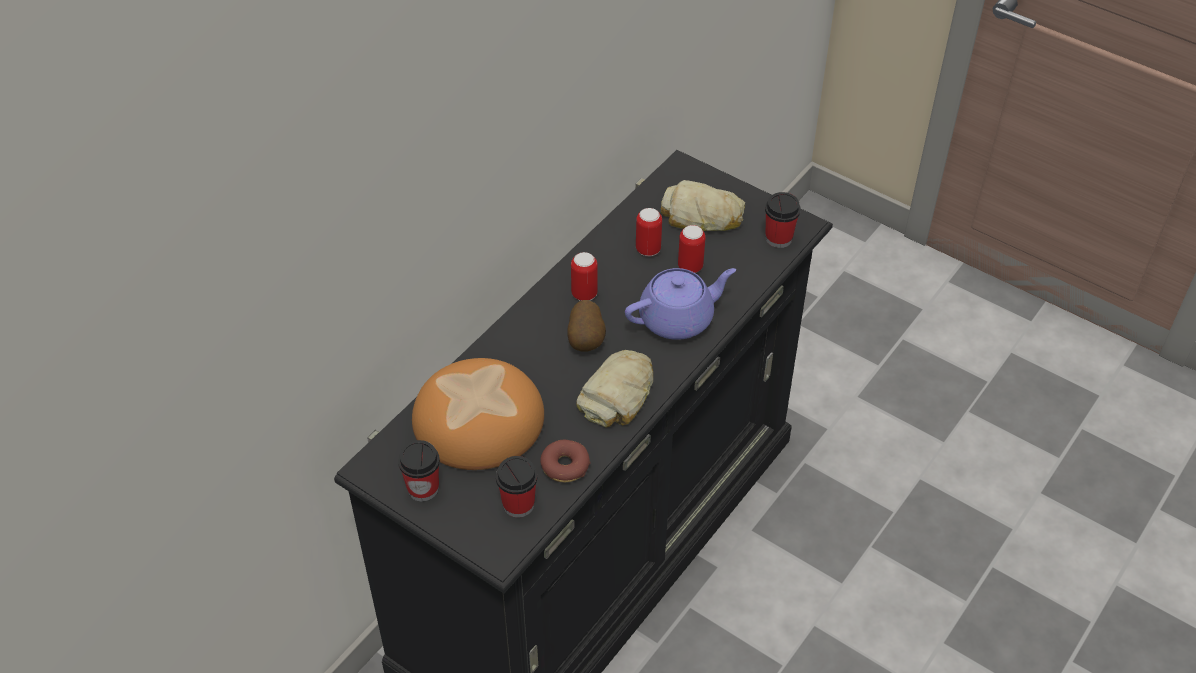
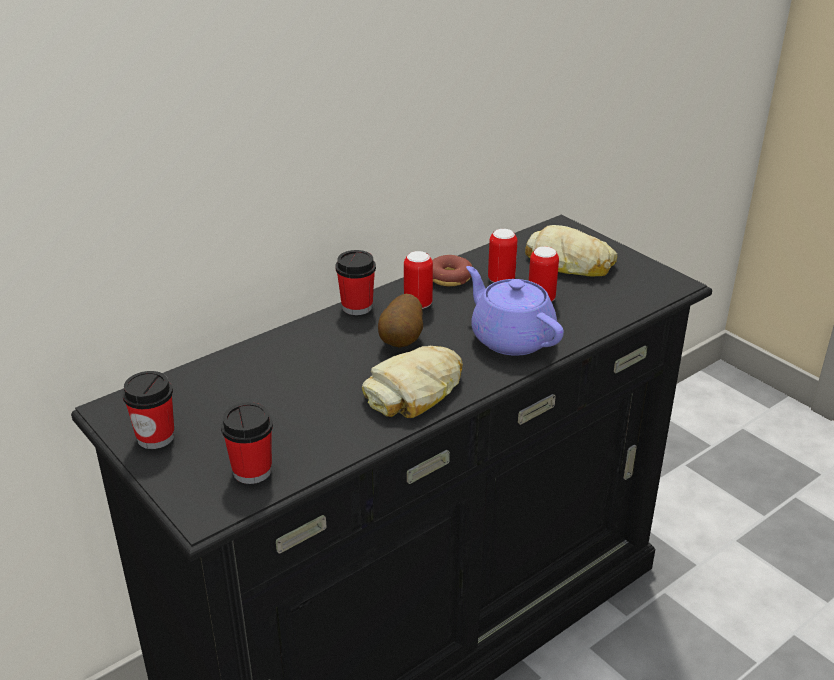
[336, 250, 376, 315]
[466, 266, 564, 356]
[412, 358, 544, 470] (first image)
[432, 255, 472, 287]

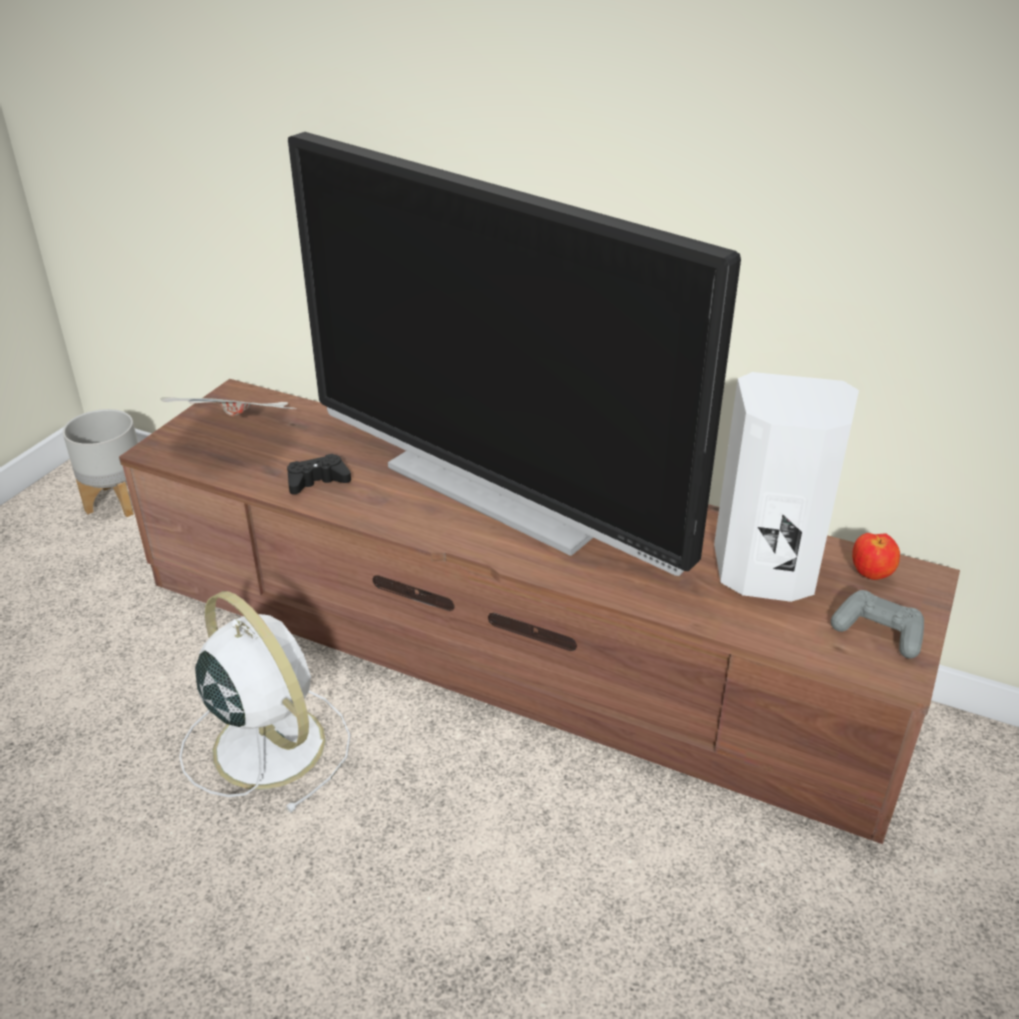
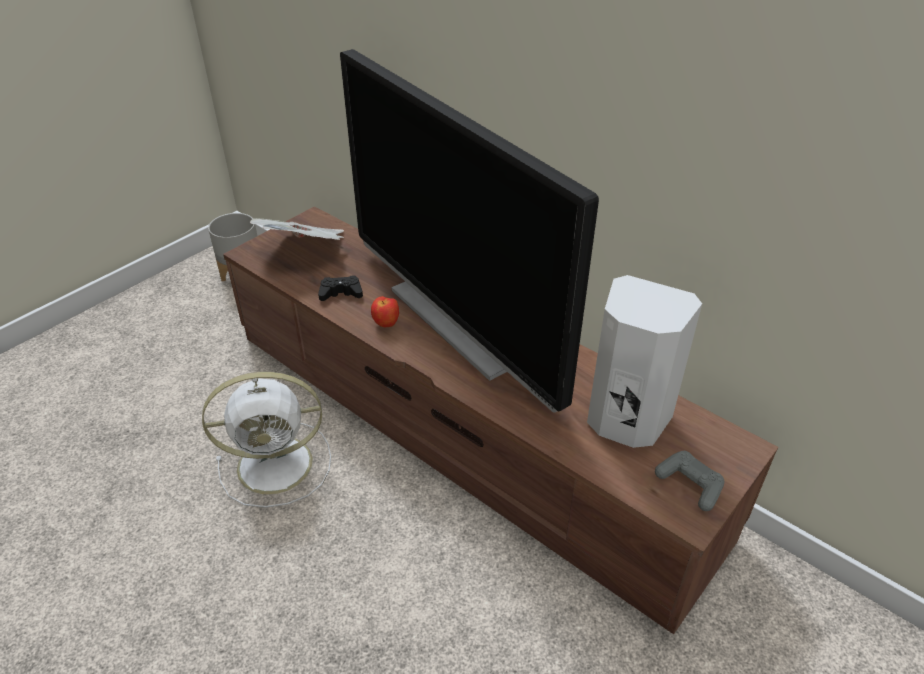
[371, 296, 399, 327]
[202, 372, 331, 508]

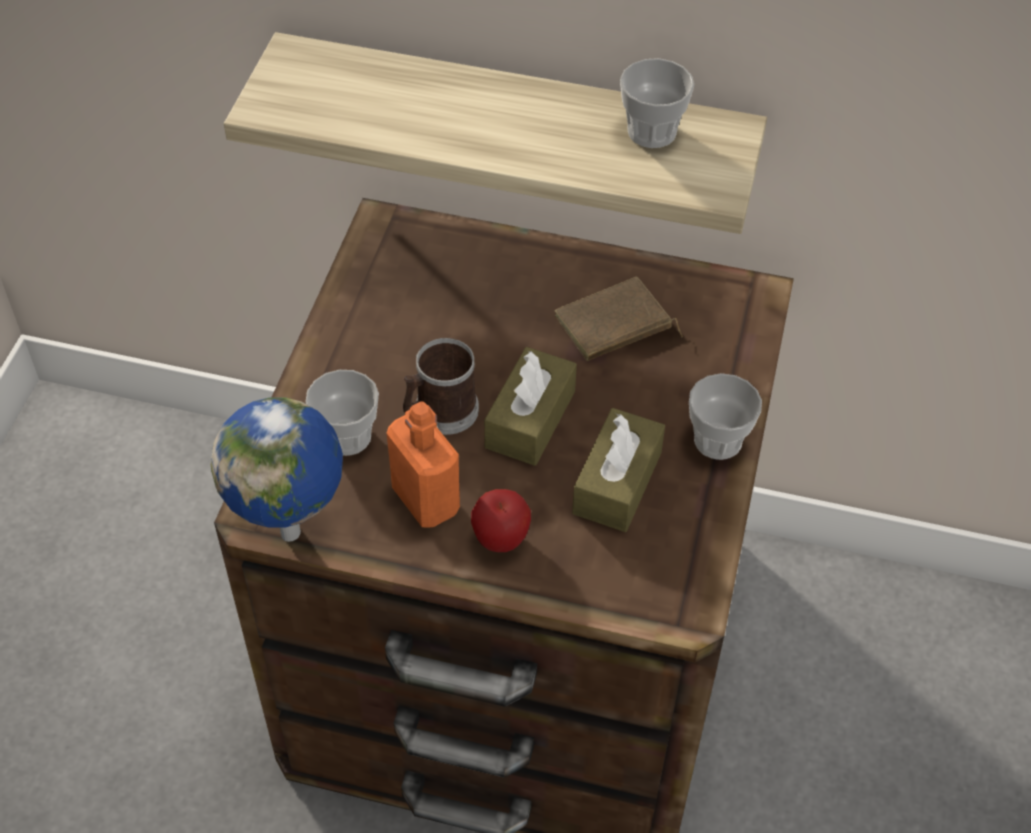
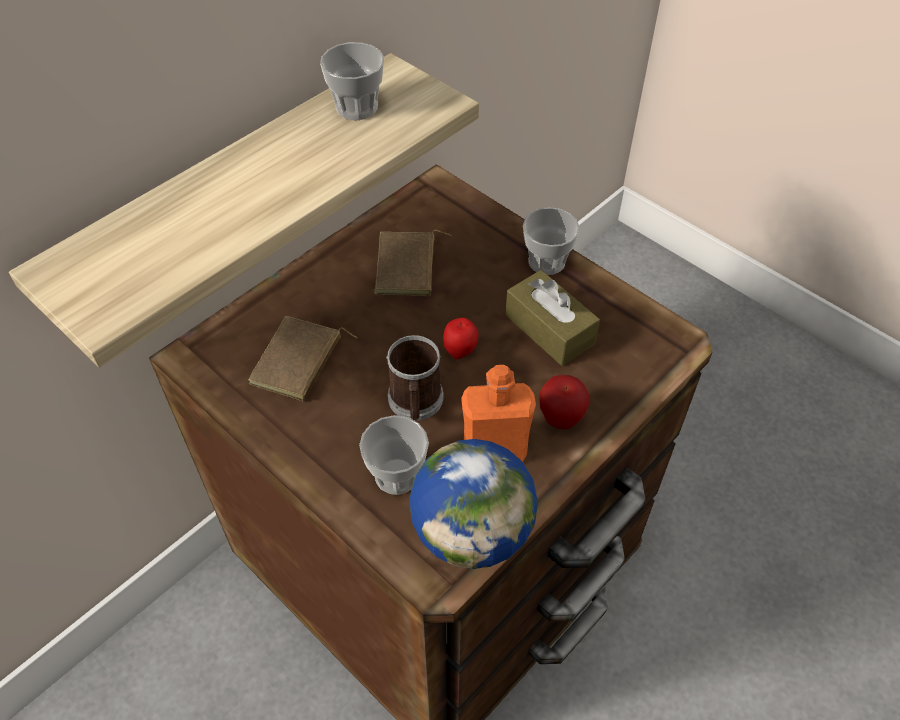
[443, 318, 478, 360]
[248, 316, 358, 401]

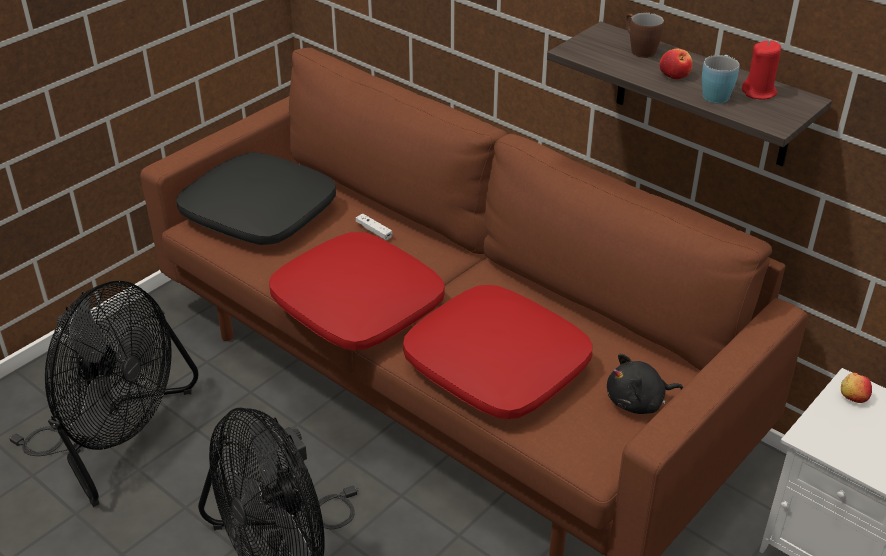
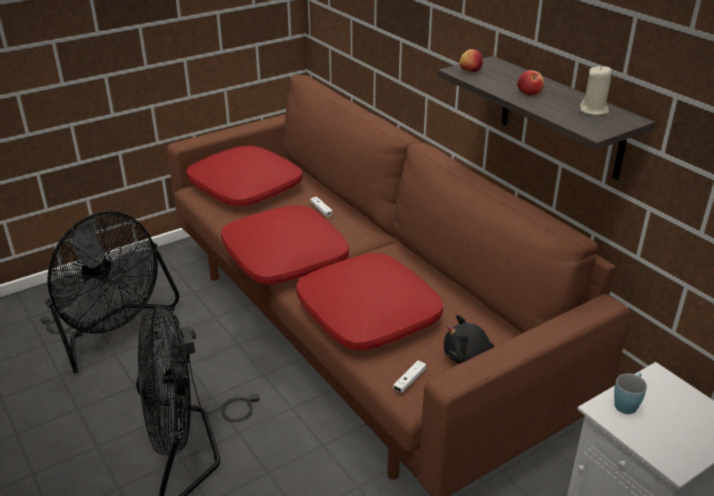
[625, 13, 664, 58] (first image)
[580, 65, 612, 115]
[614, 373, 647, 414]
[187, 145, 302, 206]
[459, 49, 483, 72]
[393, 360, 426, 393]

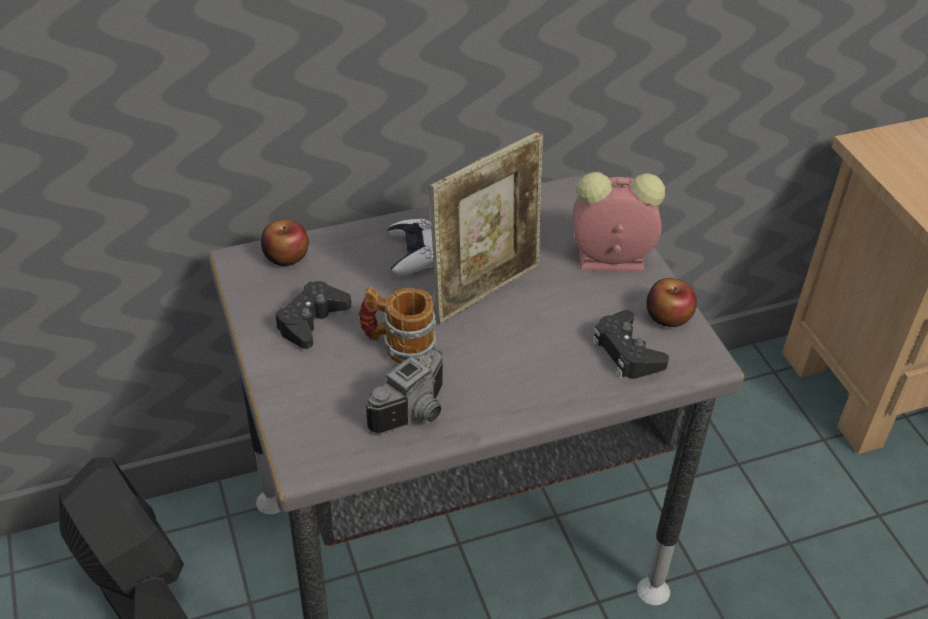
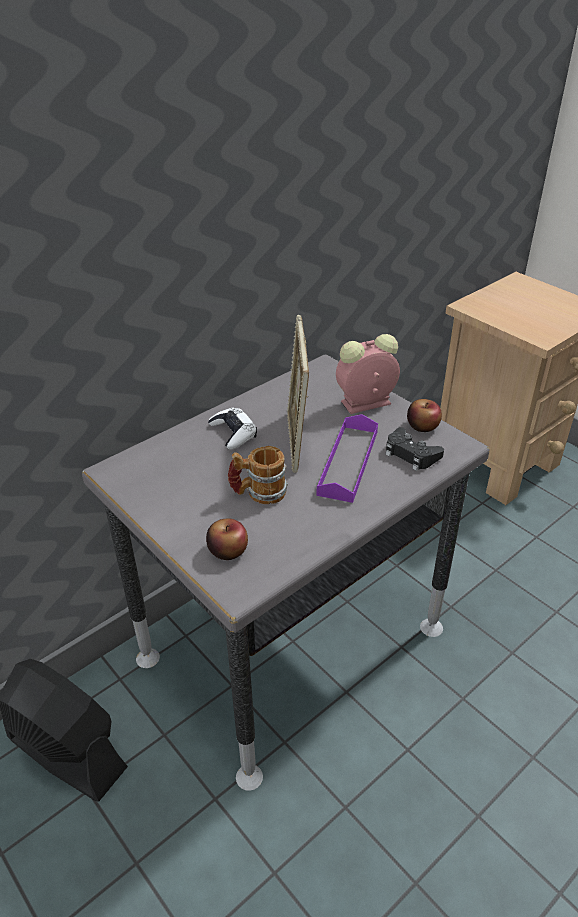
[287, 315, 309, 473]
[206, 519, 248, 560]
[275, 281, 351, 349] (first image)
[366, 349, 443, 434] (first image)
[317, 414, 378, 503]

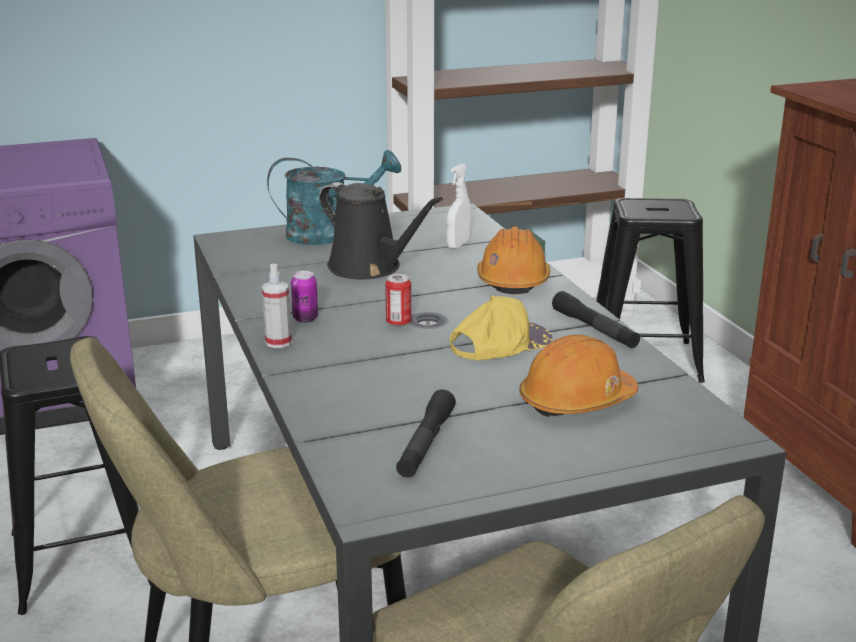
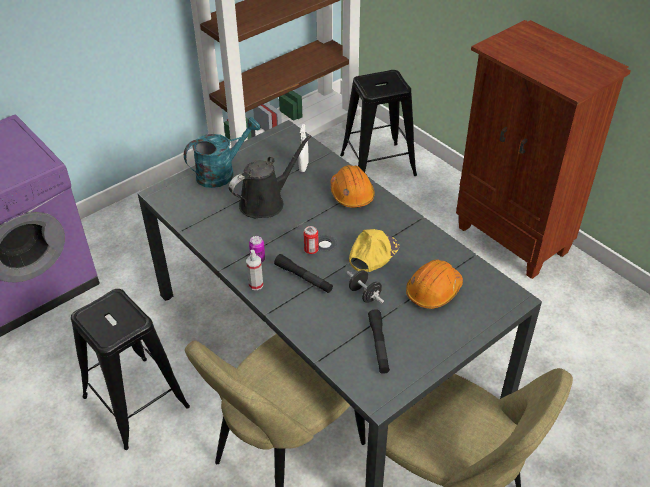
[229, 135, 312, 218]
[274, 254, 333, 293]
[347, 270, 384, 303]

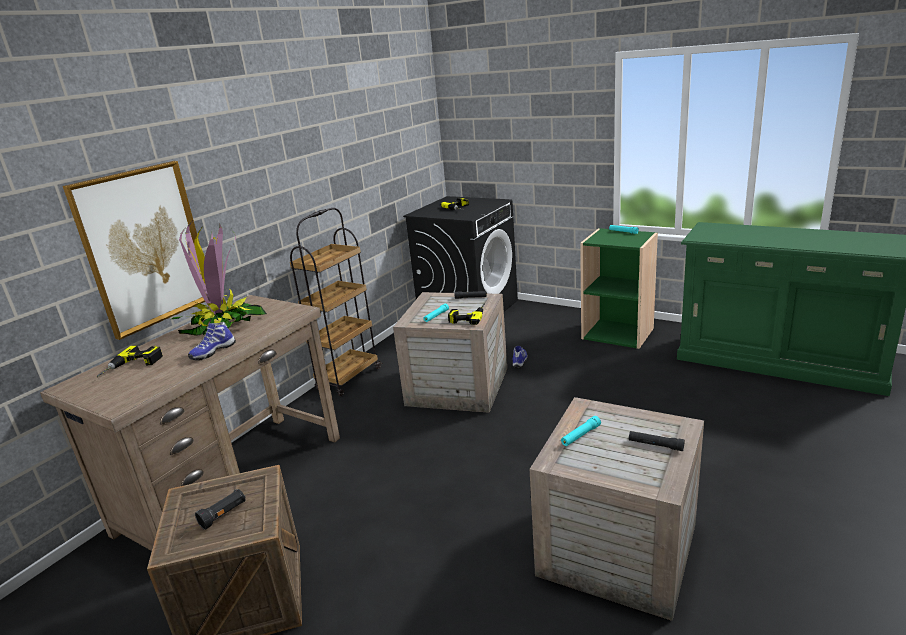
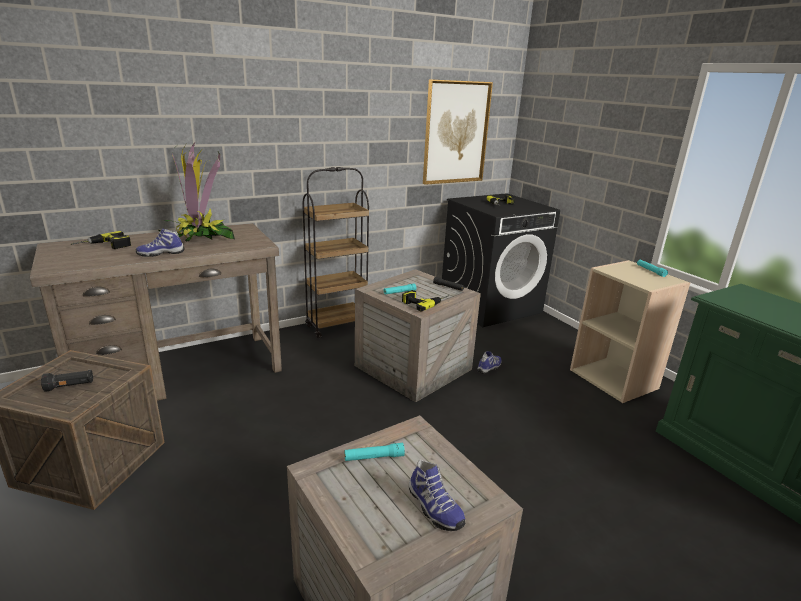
[423, 79, 493, 185]
[570, 260, 690, 403]
[409, 460, 465, 531]

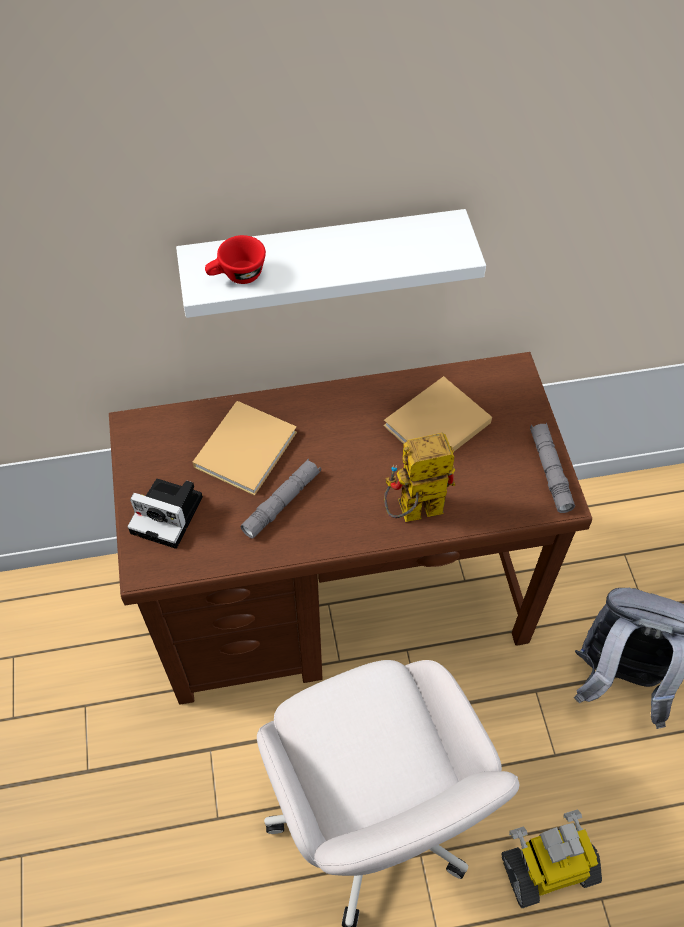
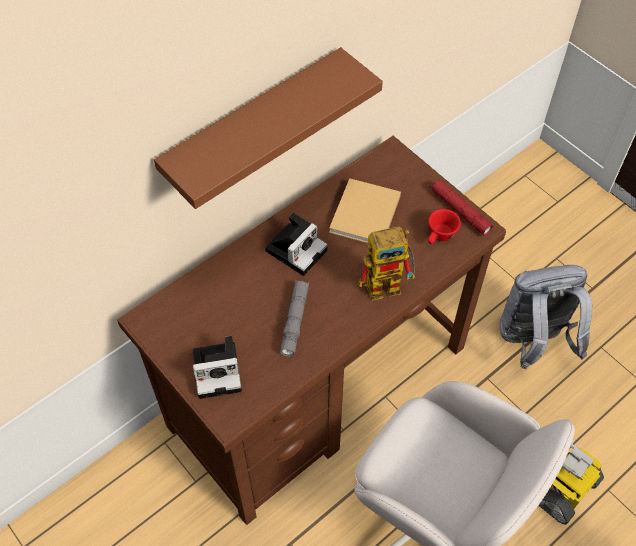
[154, 47, 383, 209]
[428, 209, 461, 244]
[193, 401, 297, 496] (first image)
[430, 179, 493, 236]
[358, 226, 415, 301]
[265, 213, 328, 276]

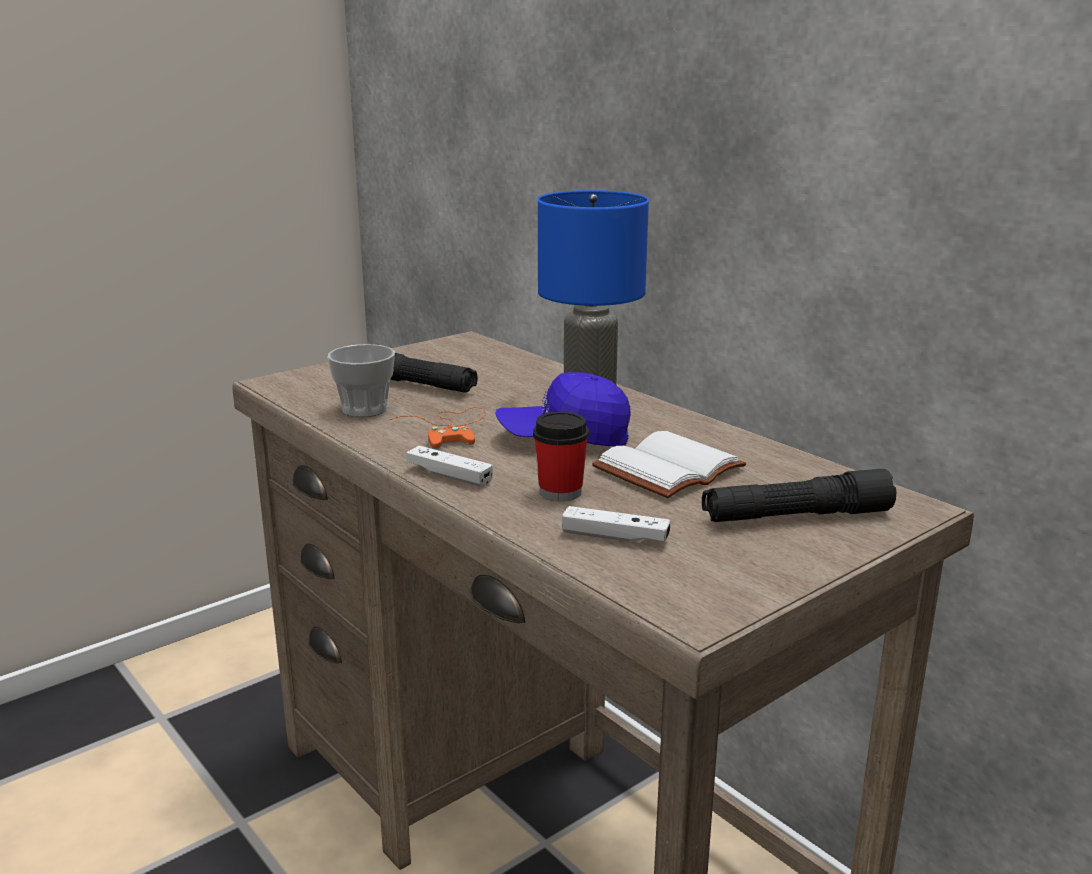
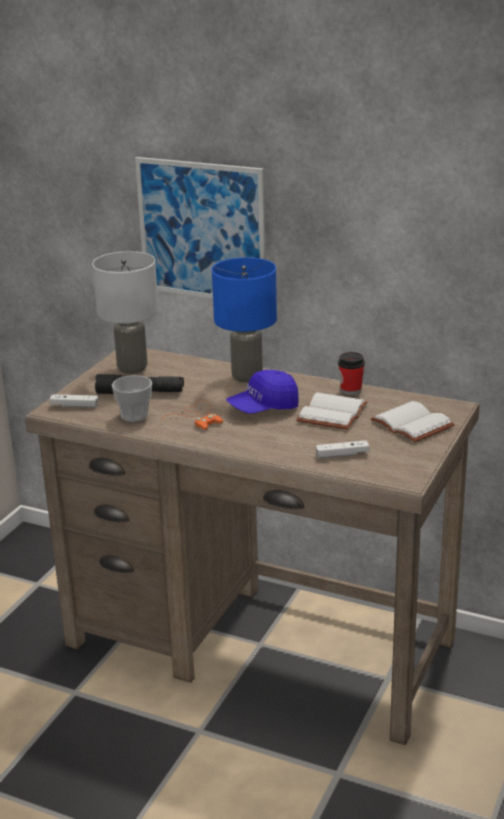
[338, 352, 365, 395]
[49, 394, 98, 408]
[370, 401, 455, 442]
[135, 157, 266, 298]
[92, 251, 159, 374]

